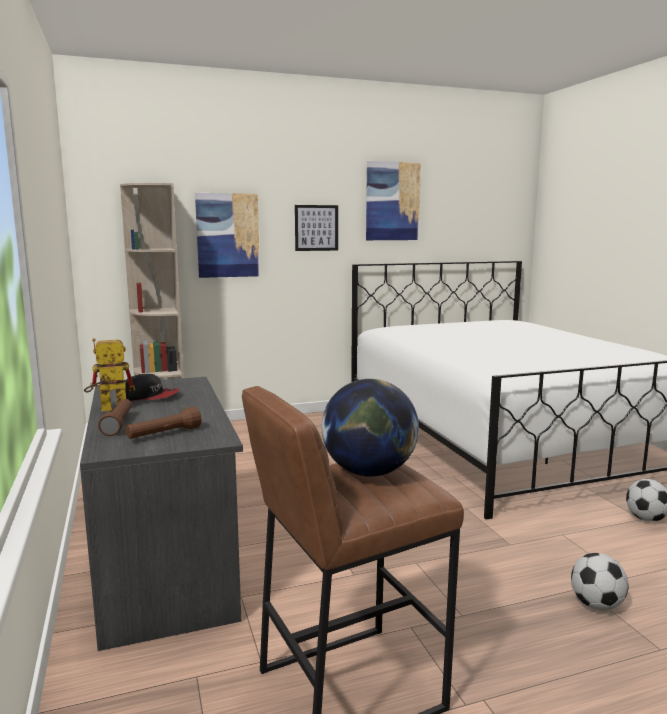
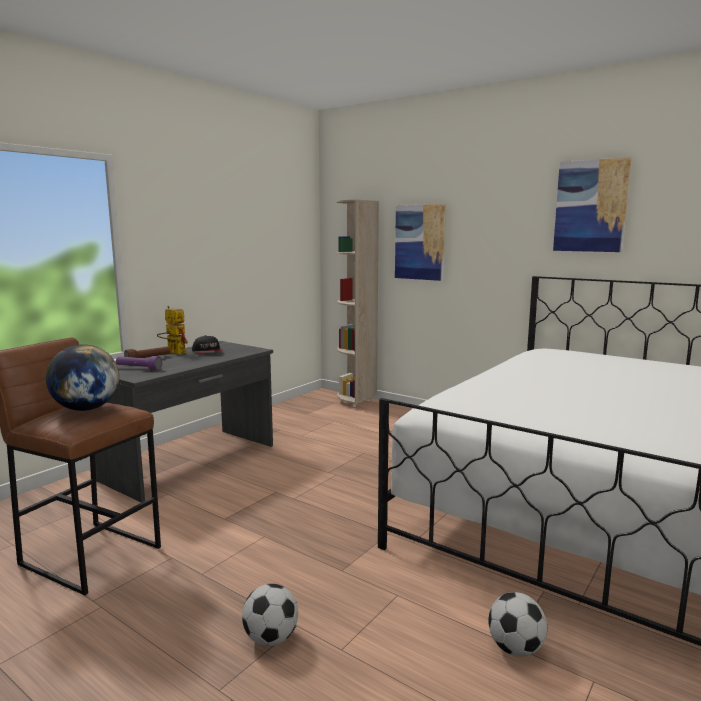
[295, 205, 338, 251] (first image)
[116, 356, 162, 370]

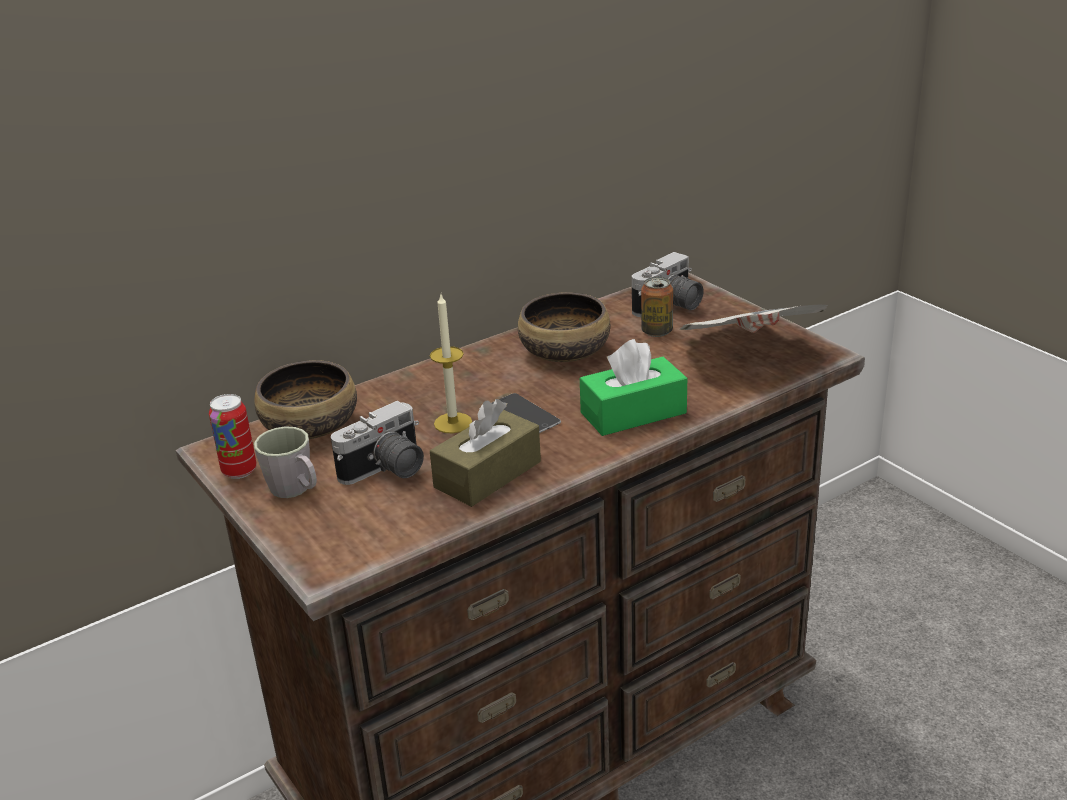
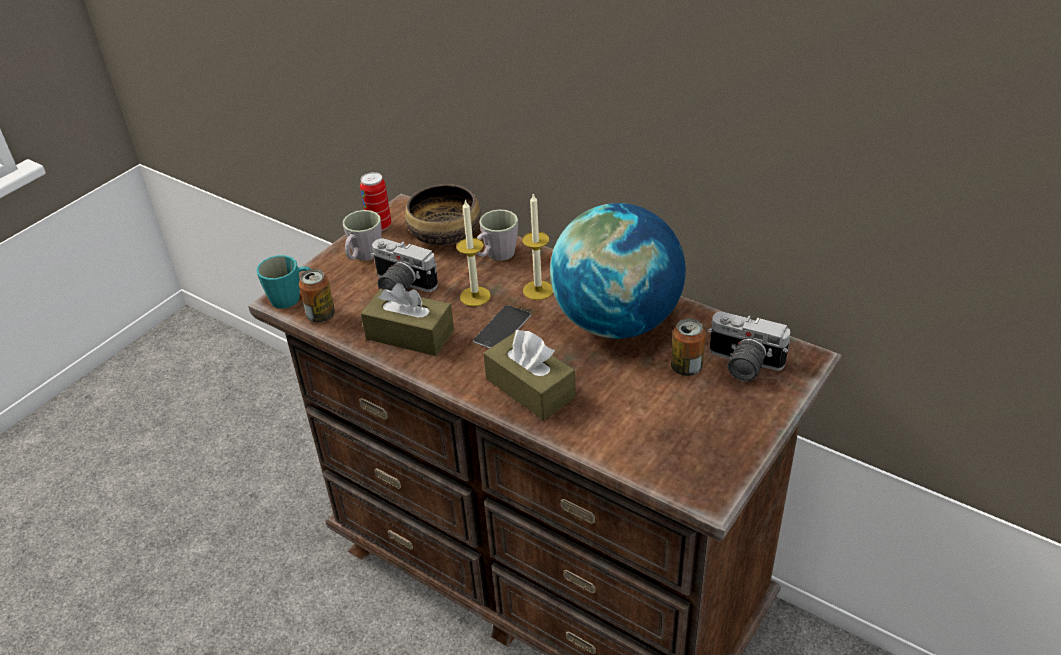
[550, 203, 686, 339]
[680, 305, 828, 333] (first image)
[484, 329, 576, 420]
[522, 193, 553, 300]
[476, 209, 518, 261]
[256, 255, 311, 309]
[299, 269, 335, 322]

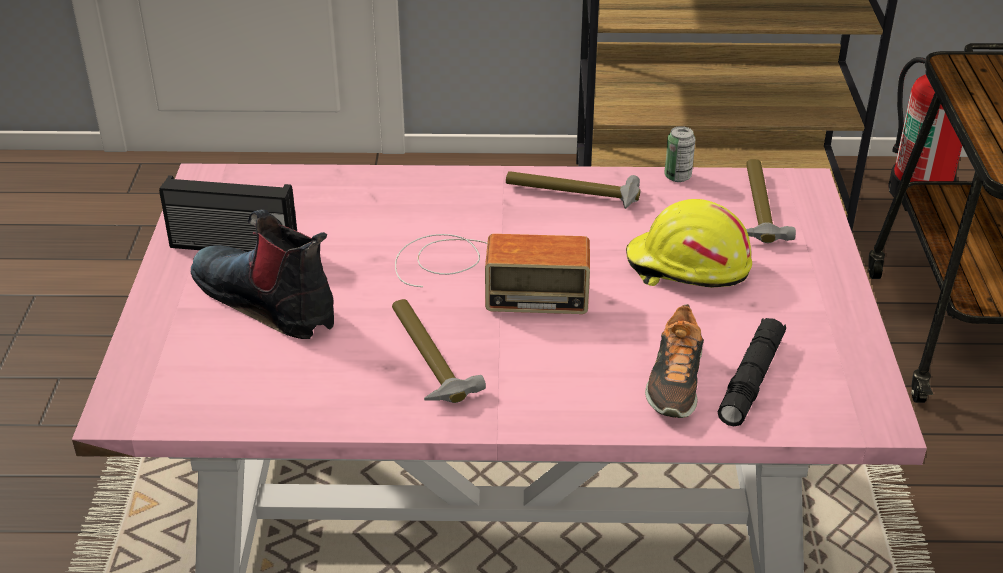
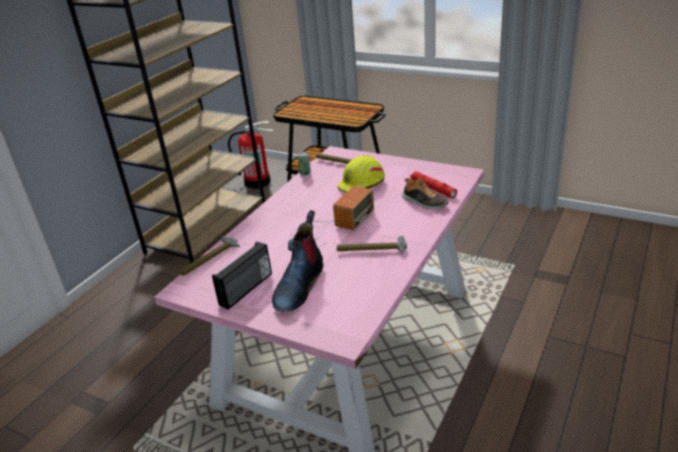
[179, 236, 240, 276]
[272, 210, 323, 312]
[410, 171, 457, 198]

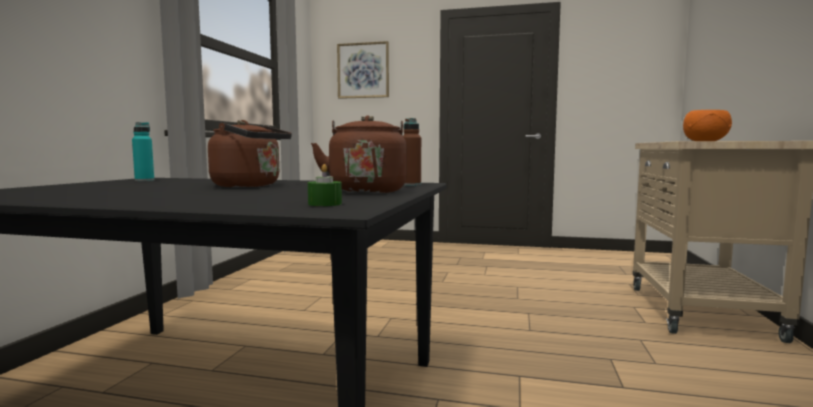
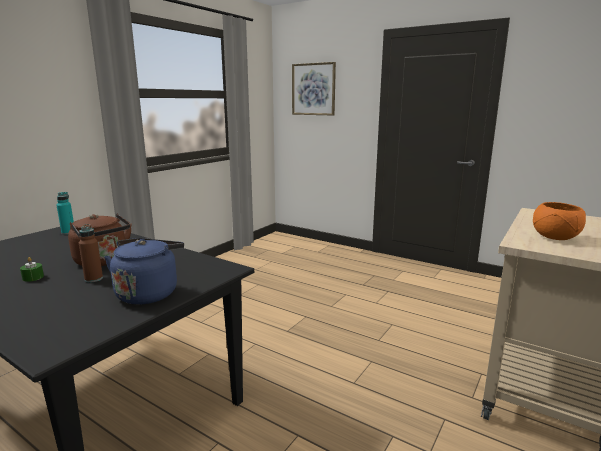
[104, 238, 184, 304]
[79, 224, 103, 283]
[20, 257, 44, 282]

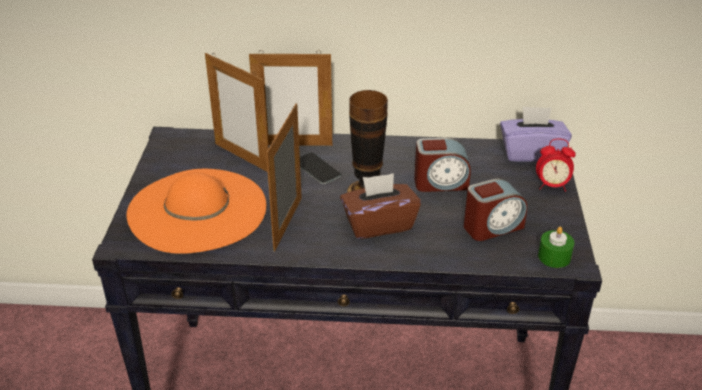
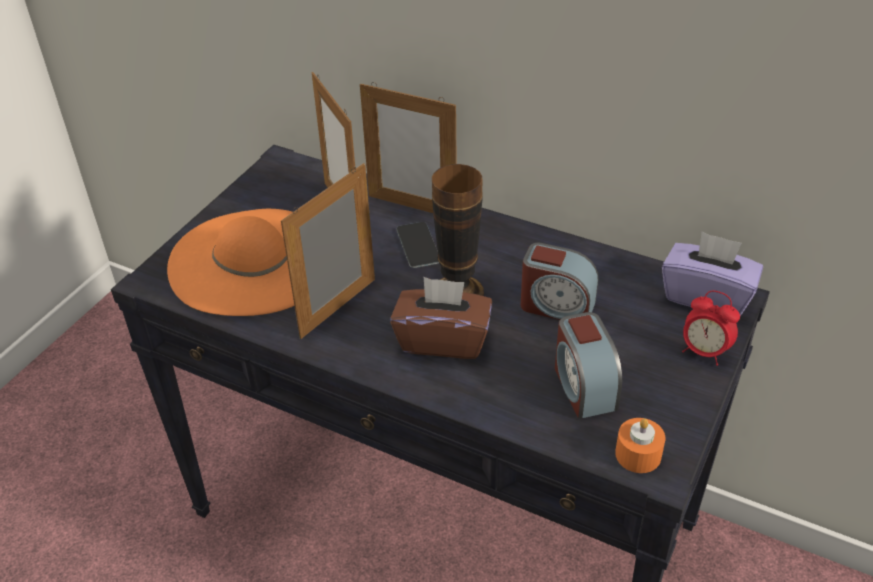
[555, 312, 622, 419]
[615, 418, 665, 473]

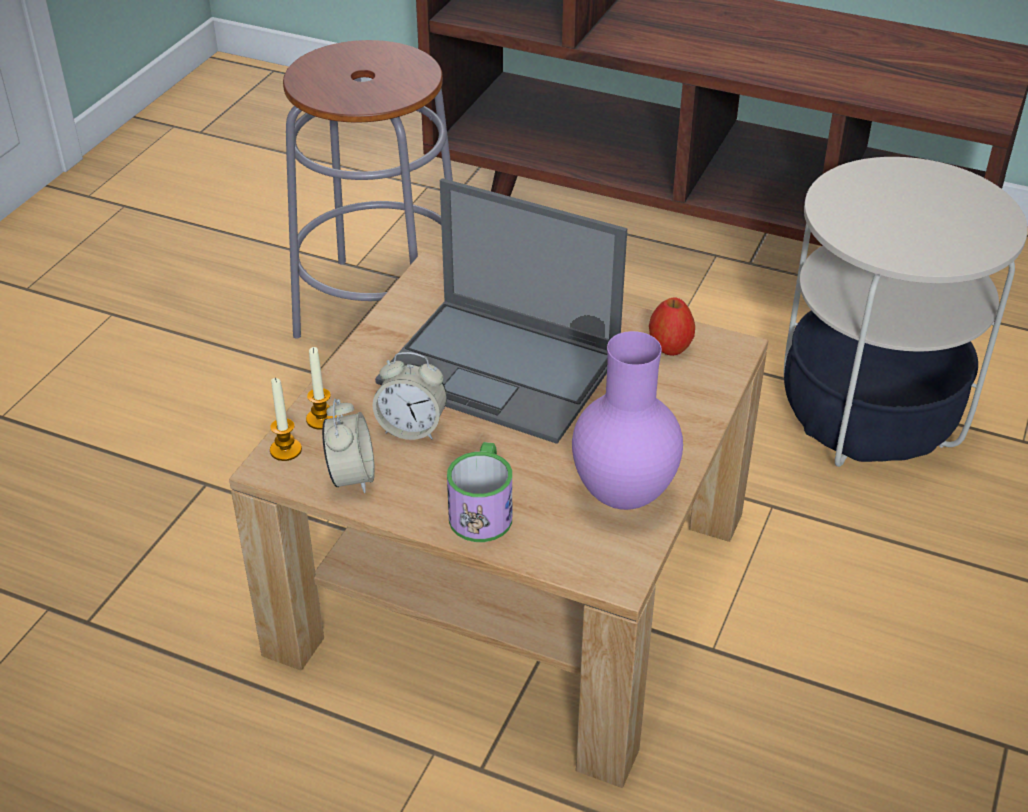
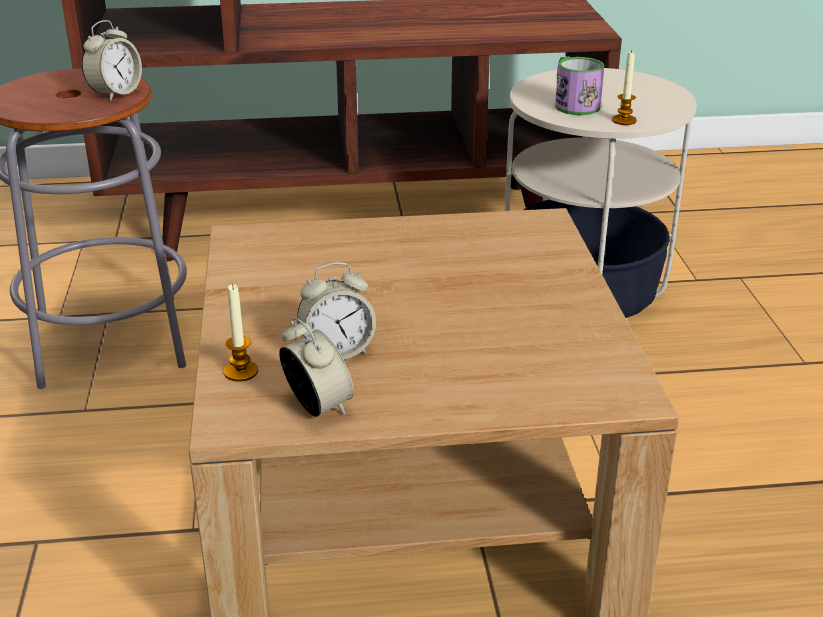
[375, 178, 627, 444] (first image)
[649, 297, 695, 356] (first image)
[572, 331, 683, 510] (first image)
[612, 50, 637, 125]
[555, 56, 604, 115]
[82, 20, 142, 101]

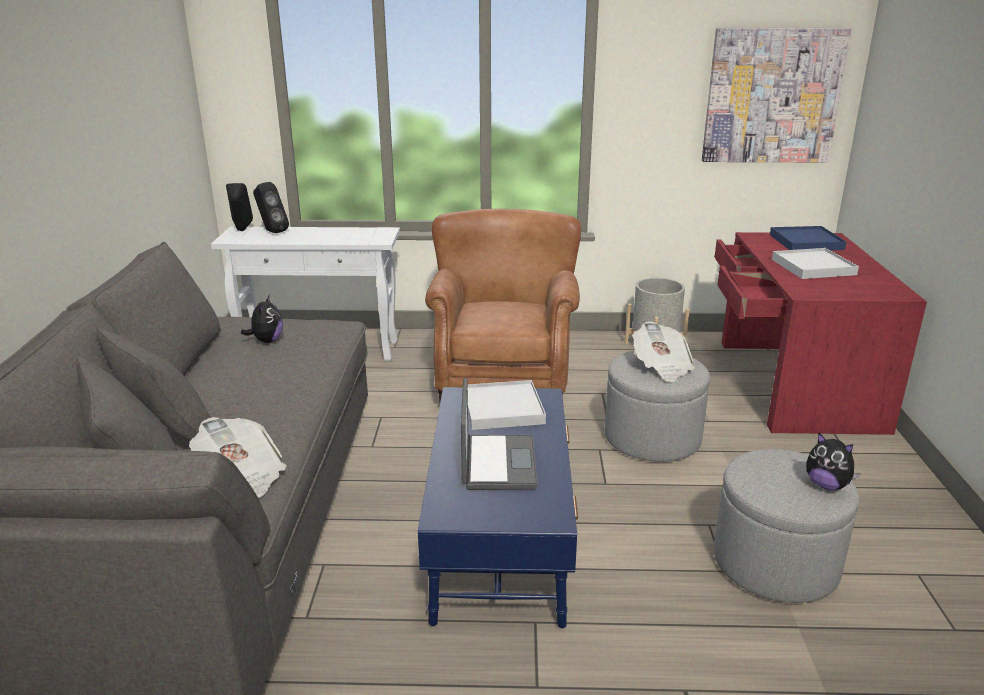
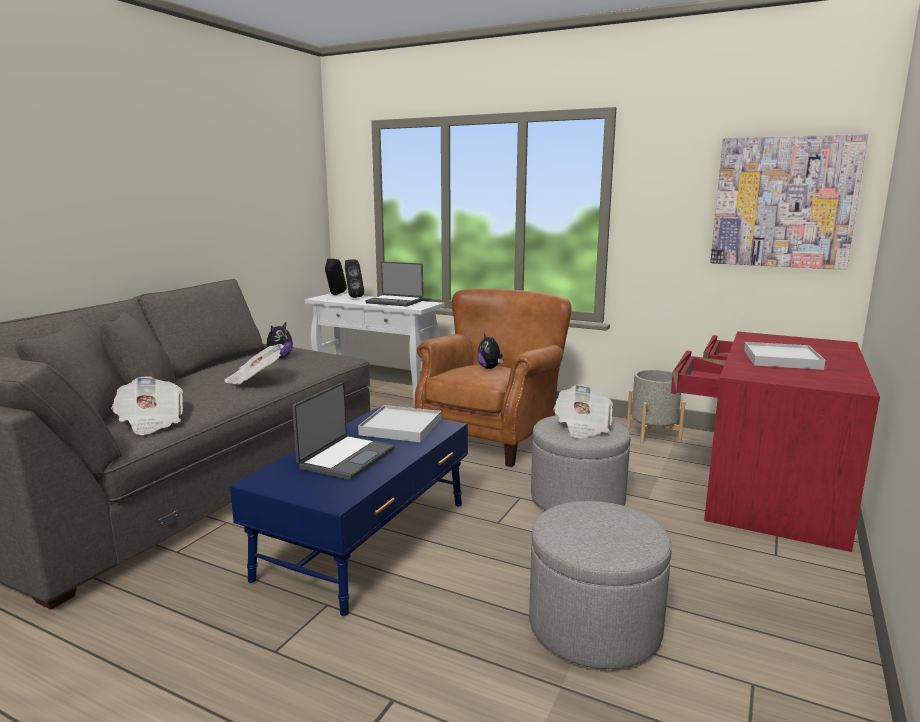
[770, 226, 846, 250] (first image)
[477, 334, 503, 369]
[365, 262, 423, 306]
[224, 344, 284, 385]

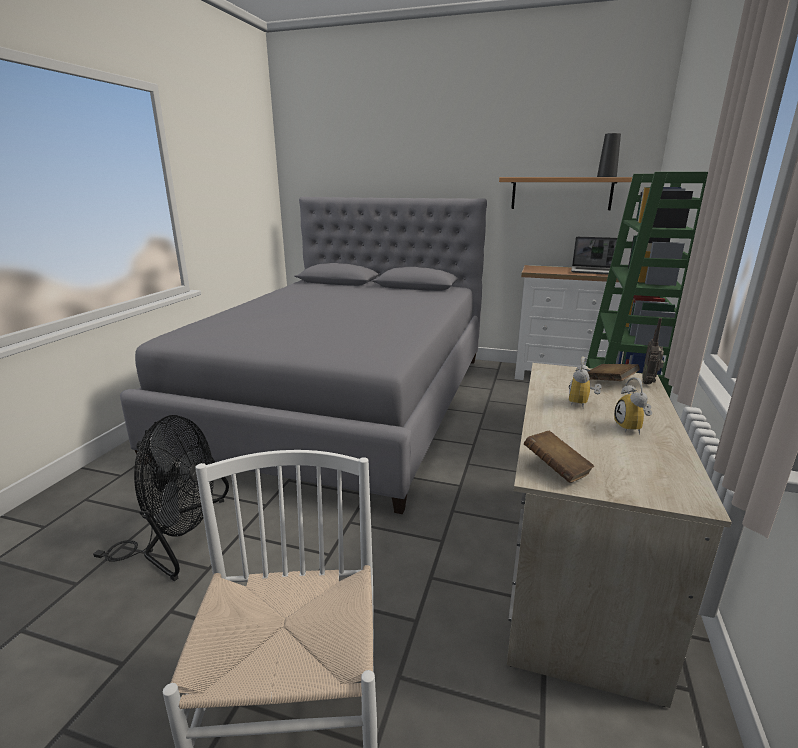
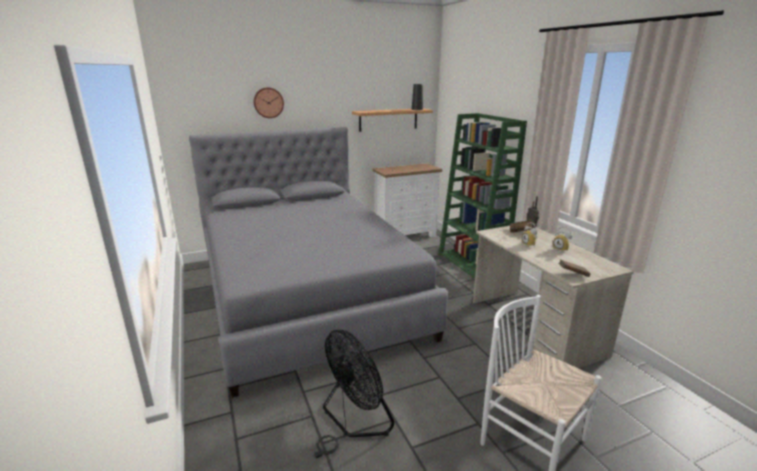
[571, 236, 617, 274] (first image)
[254, 87, 284, 118]

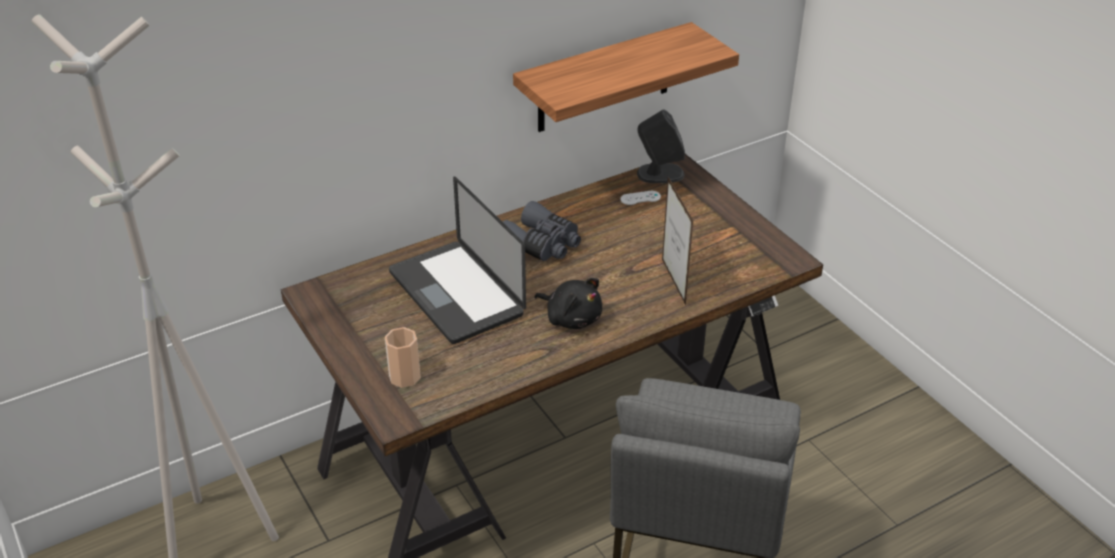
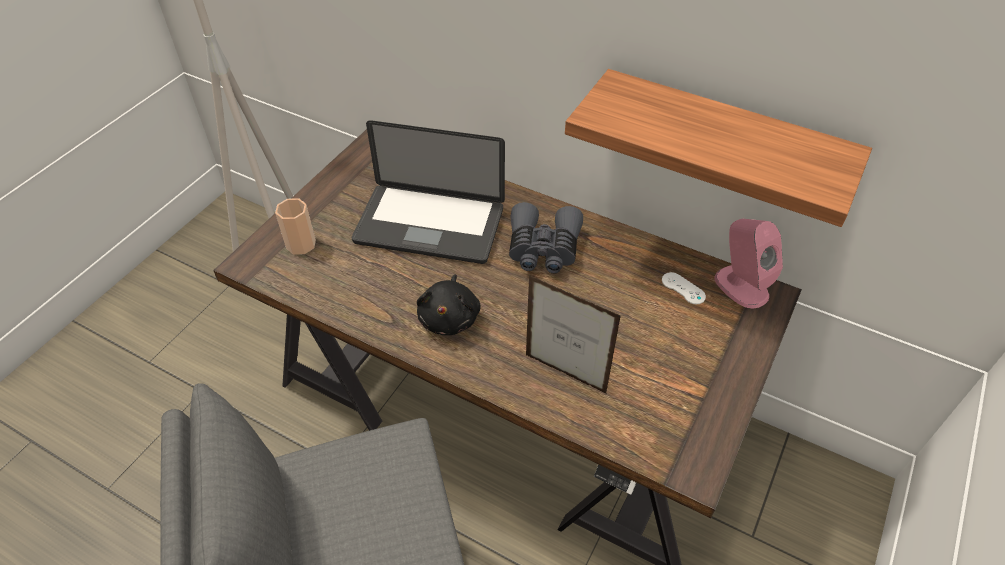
[714, 219, 783, 309]
[352, 120, 505, 264]
[526, 275, 621, 394]

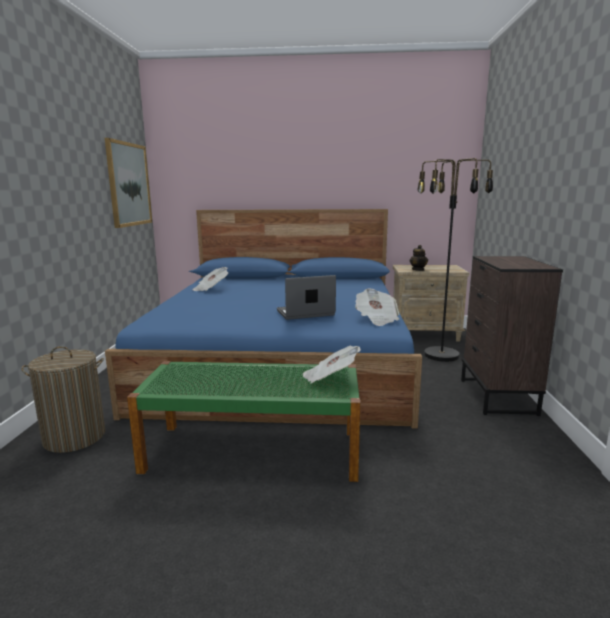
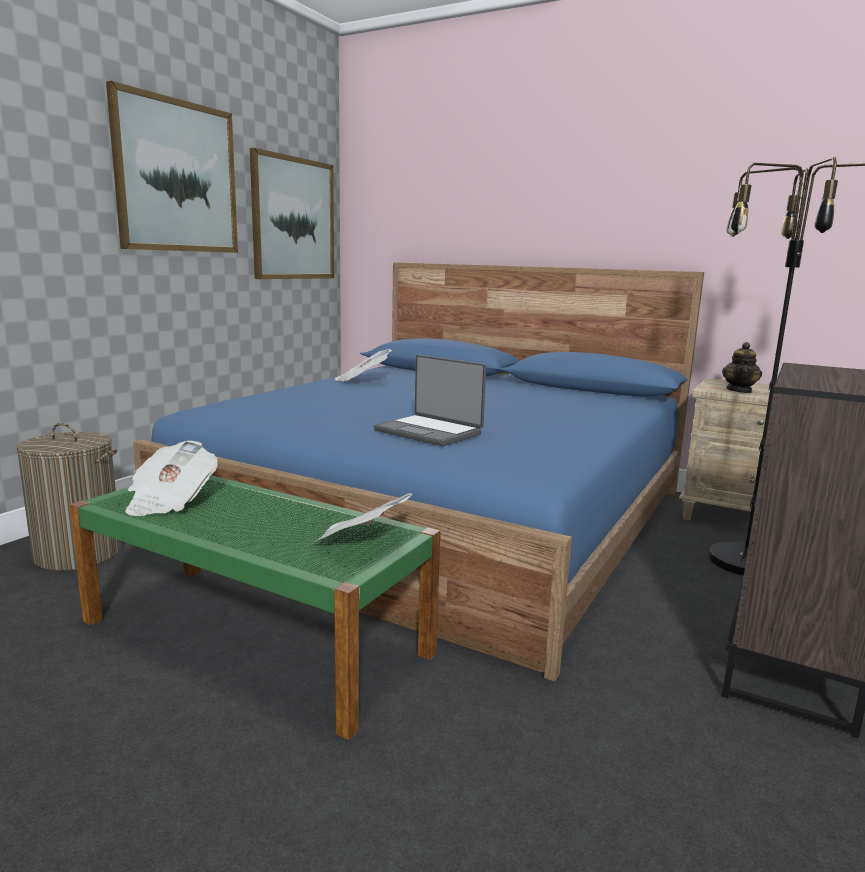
[374, 355, 486, 446]
[126, 441, 218, 516]
[106, 81, 238, 253]

